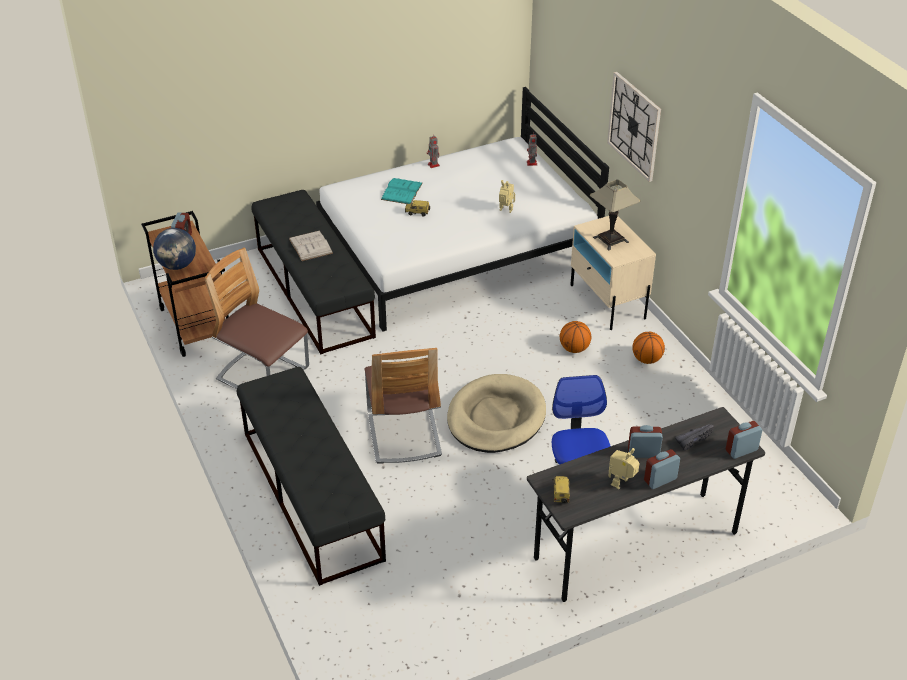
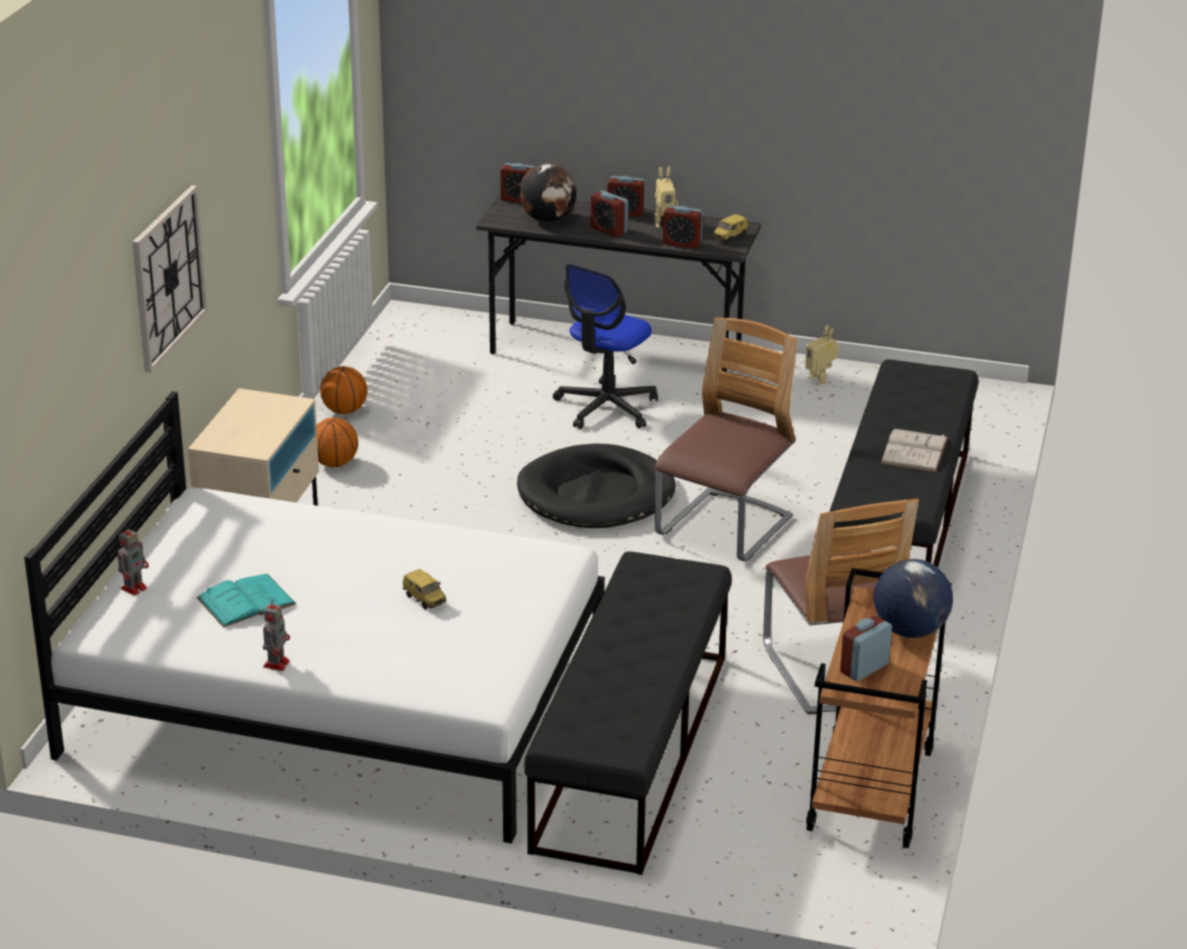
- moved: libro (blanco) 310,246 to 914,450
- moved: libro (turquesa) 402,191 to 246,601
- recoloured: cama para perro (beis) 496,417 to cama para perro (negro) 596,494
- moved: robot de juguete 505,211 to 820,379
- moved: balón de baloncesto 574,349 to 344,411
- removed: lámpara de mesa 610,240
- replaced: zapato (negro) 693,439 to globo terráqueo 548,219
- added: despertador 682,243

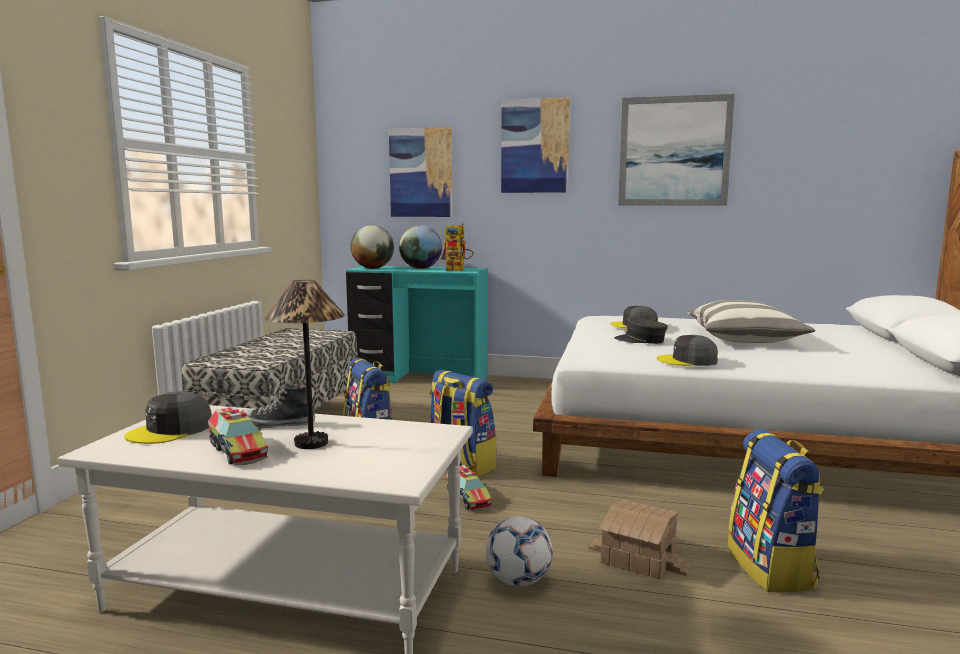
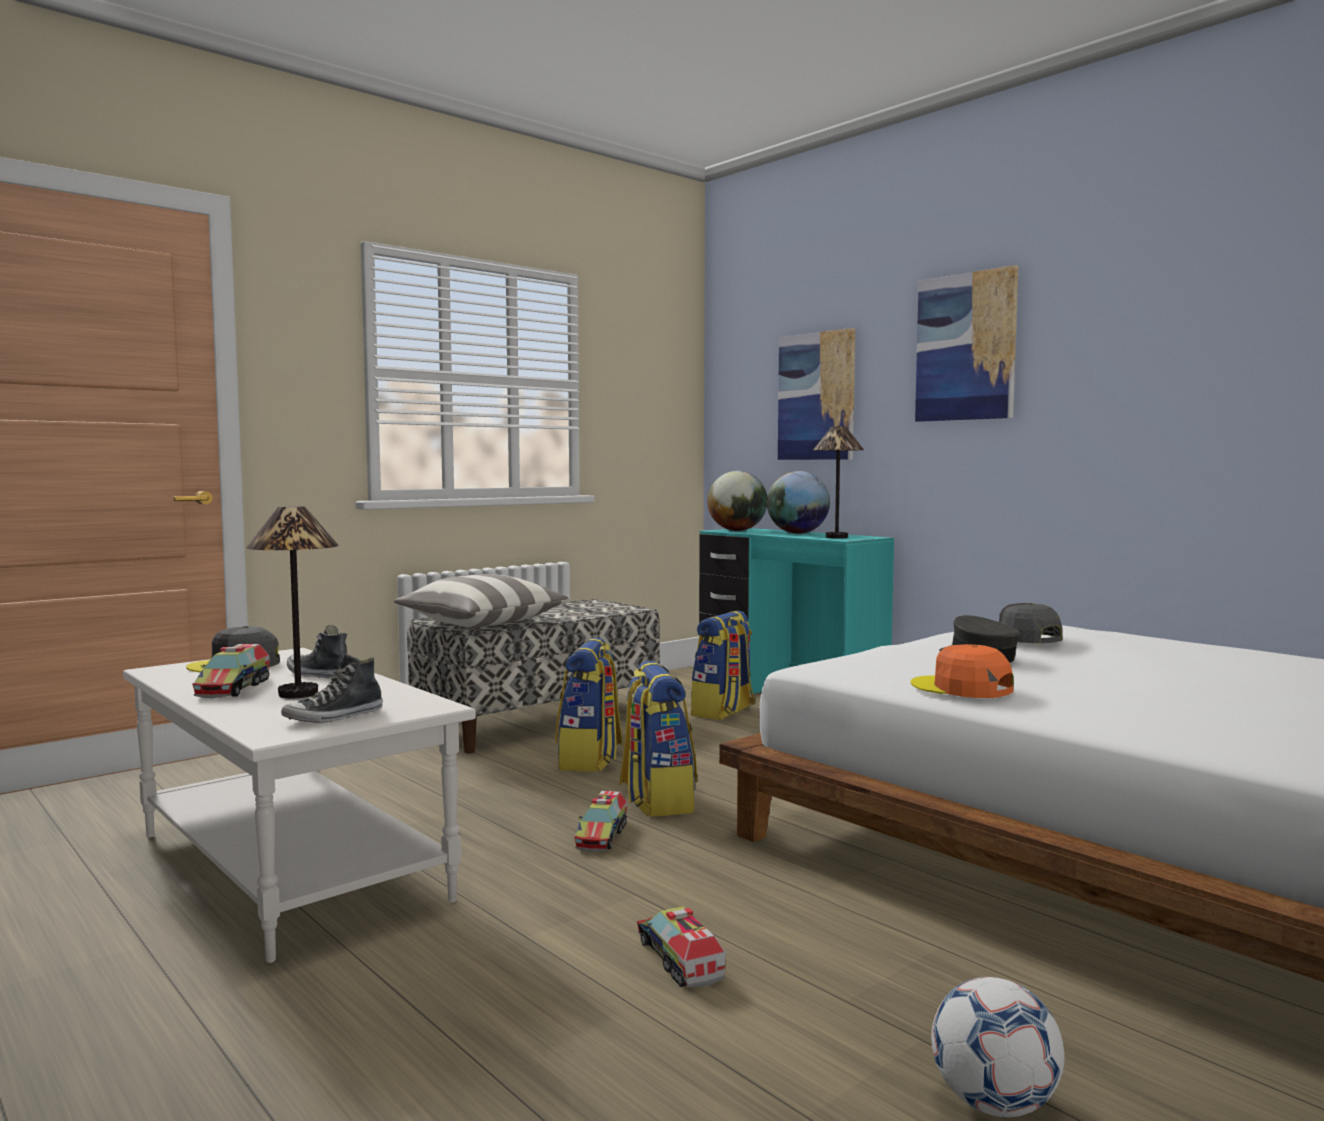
- replaced: robot de juguete 459,270 to lámpara de mesa 837,537
- moved: balón de fútbol 518,581 to 994,1104
- replaced: casita 638,558 to camión de juguete 679,959
- removed: cuadro 674,151
- recoloured: gorra (gris) 688,360 to gorra (naranja) 961,688
- moved: cojín 744,338 to 483,623
- moved: mochila 771,568 to 724,712
- added: zapato 334,717

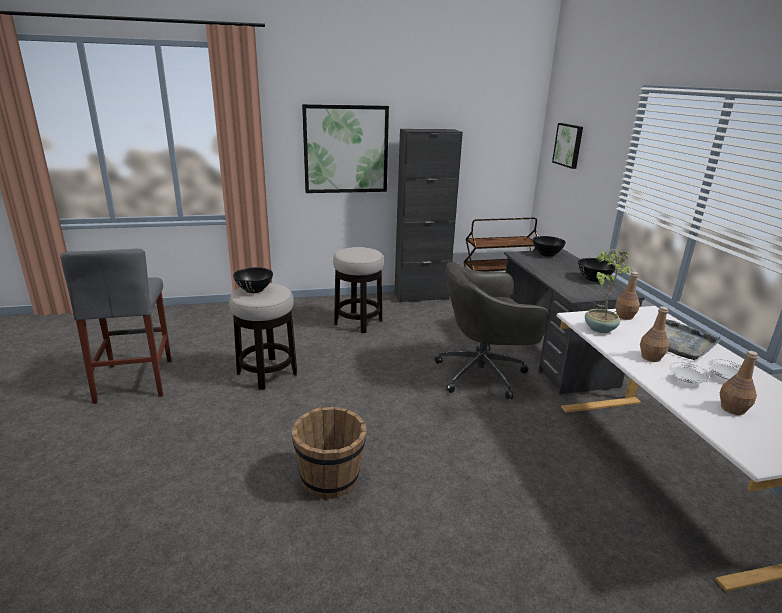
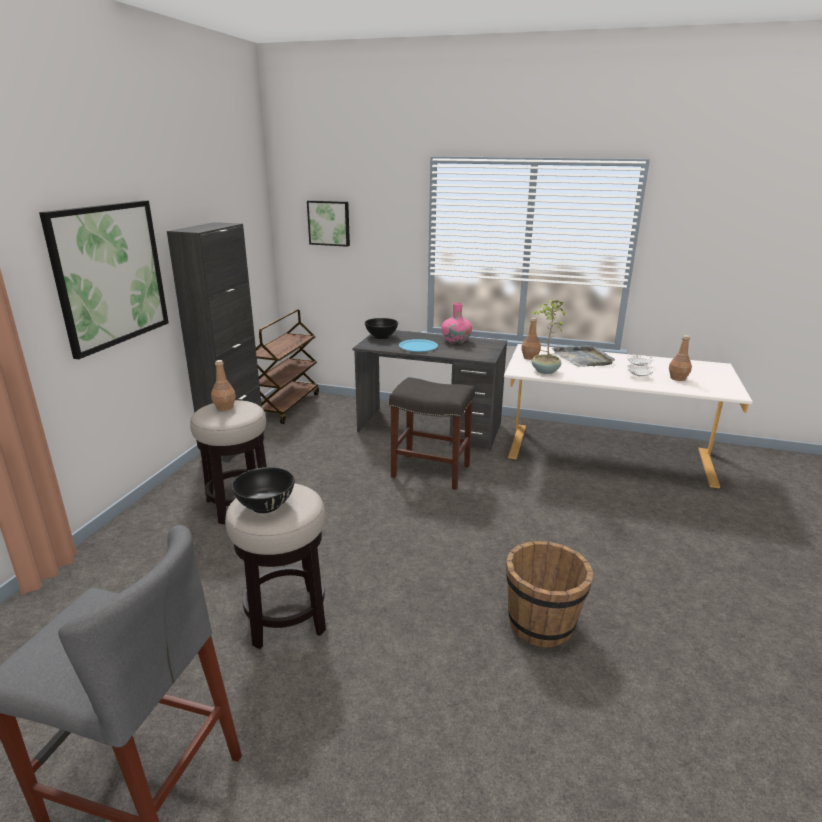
- replaced: silla de oficina (gris) 483,374 to taburete (gris) 429,471
- replaced: cuenco (negro) 594,278 to florero (rosa) 456,341
- moved: botella (marrón) 650,357 to 225,407
- added: plato (azul) 418,346

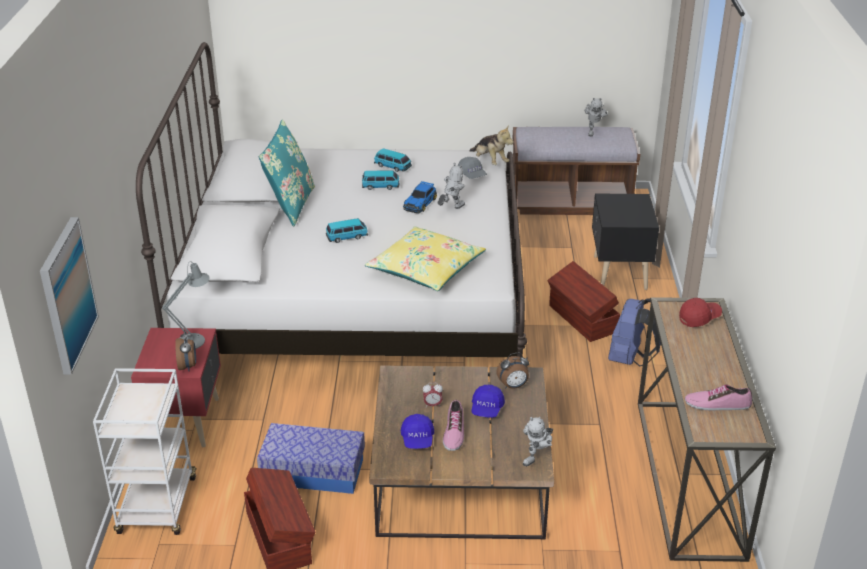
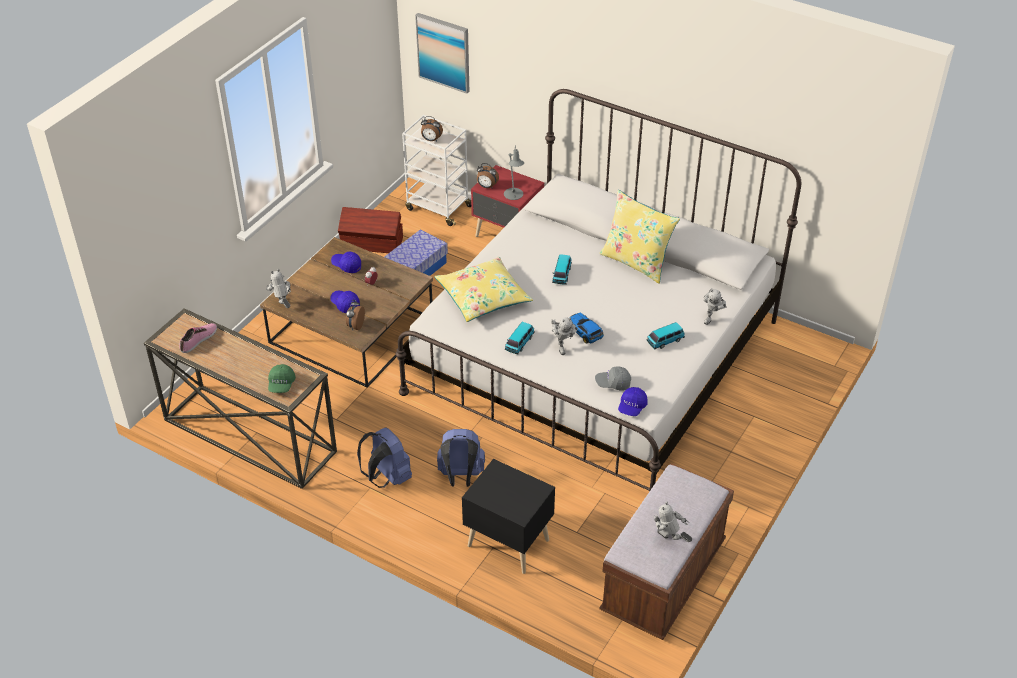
- recoloured: cojín (turquesa) 290,205 to cojín (amarillo) 636,262
- moved: coche de juguete 380,186 to 519,343
- removed: zapato 453,432
- replaced: peluche 490,161 to gorra (azul) 632,407
- replaced: caja de almacenaje (marrón) 582,319 to mochila (azul) 461,477
- recoloured: gorra (rojo) 699,318 to gorra (verde) 281,384
- added: despertador 431,140
- added: robot de juguete 712,317

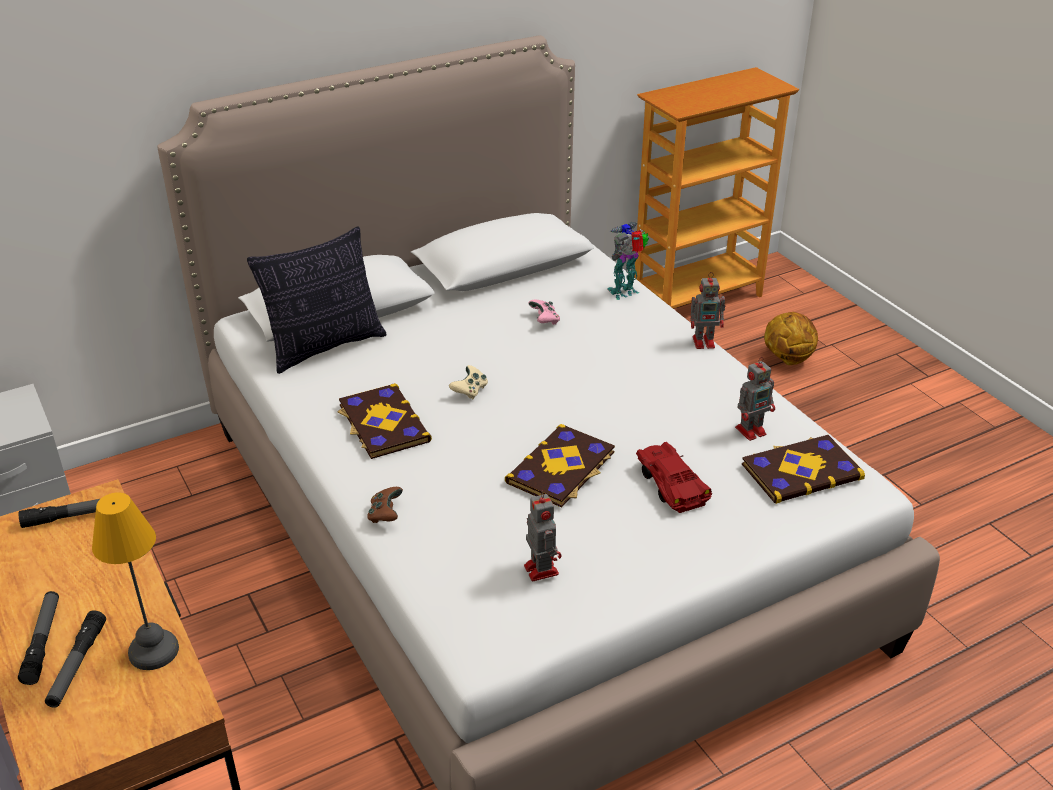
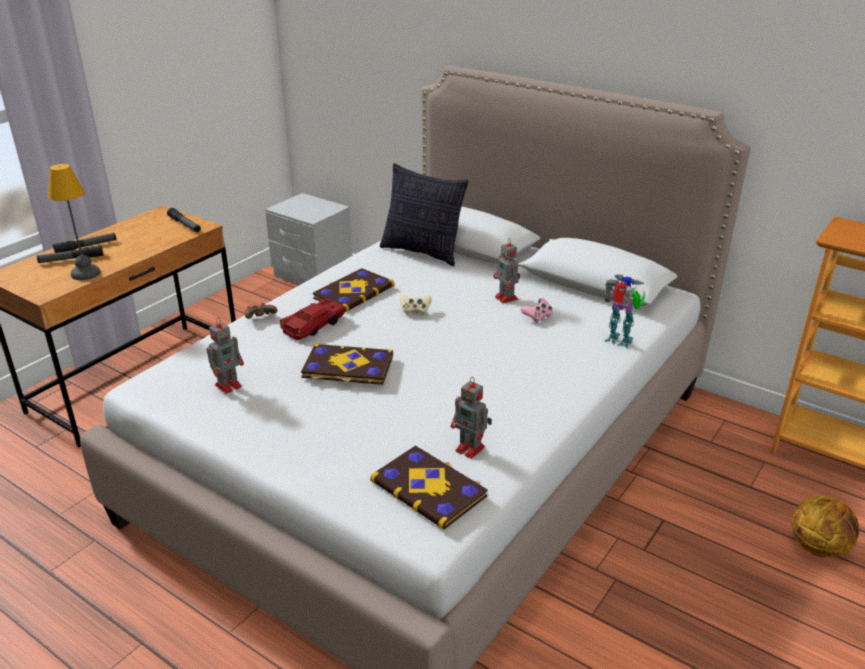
- moved: coche de juguete (rojo) 670,484 to 315,326
- moved: robot de juguete 705,342 to 507,298

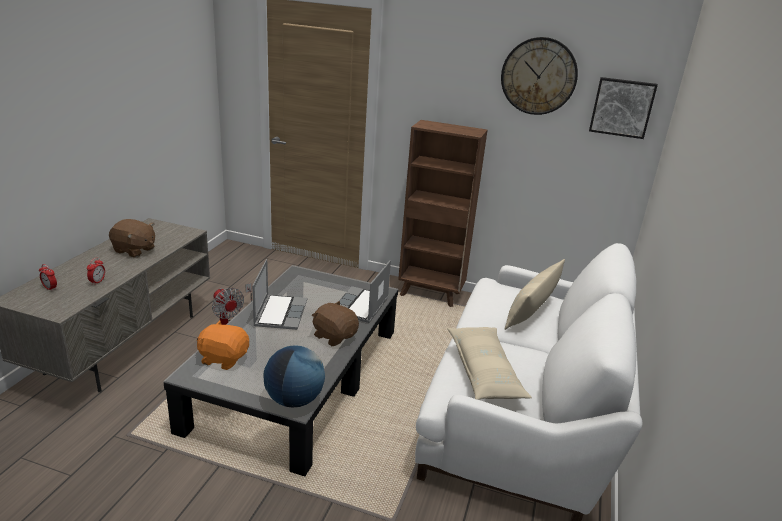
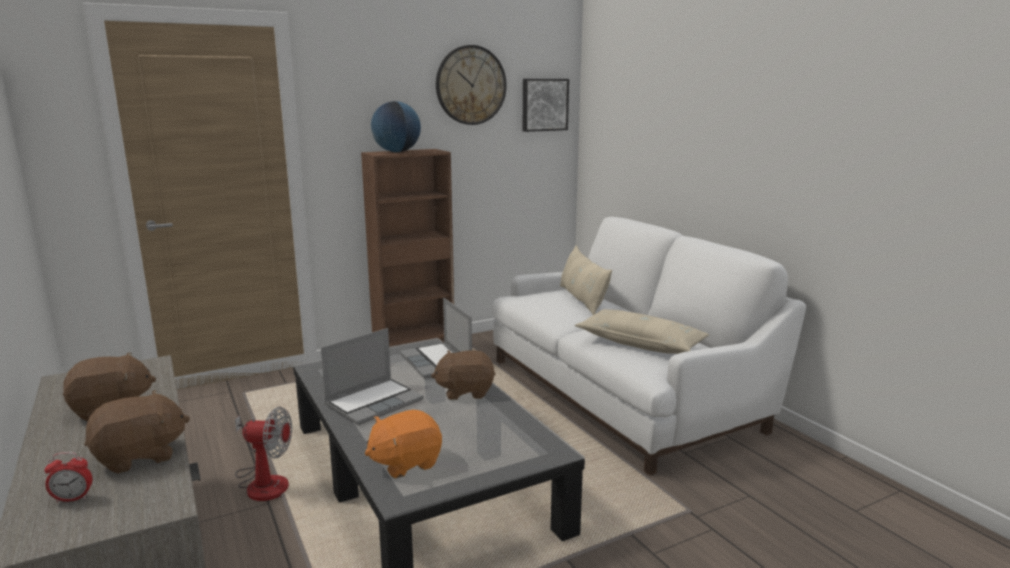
- replaced: despertador 97,282 to peluche (marrón) 140,456
- turned: portátil 280,313 = 374,402 90 degrees clockwise
- moved: globo terráqueo 294,400 to 397,152

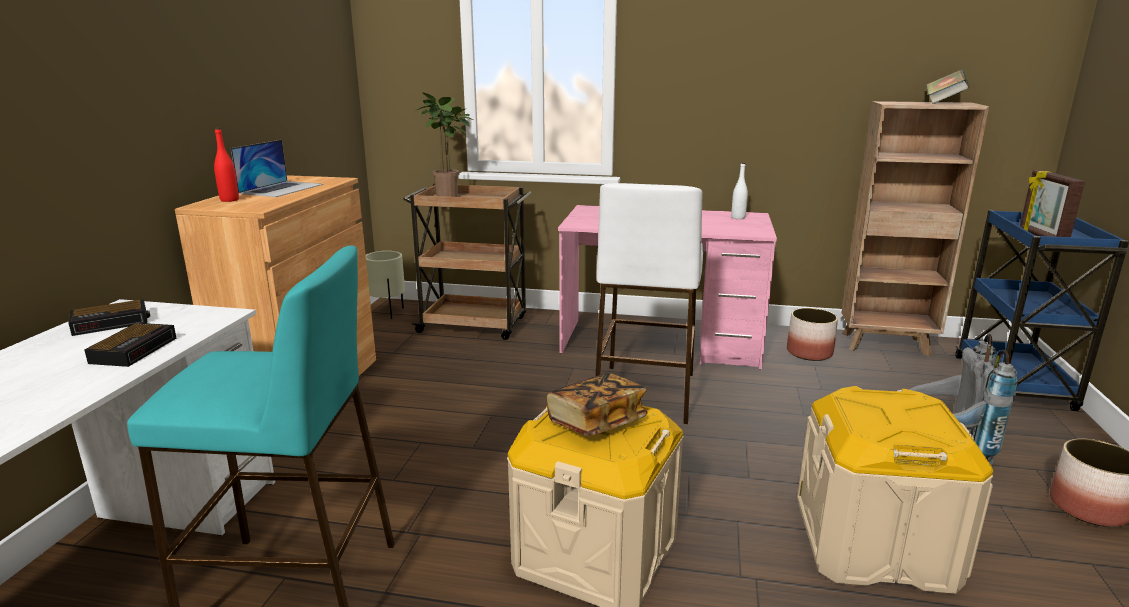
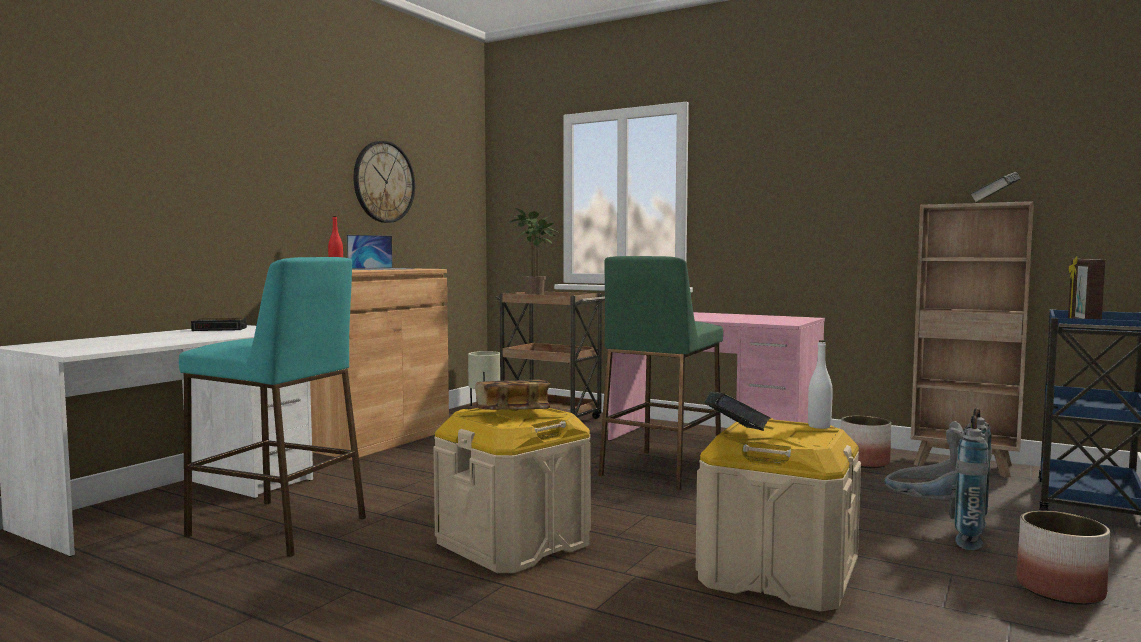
- removed: despertador 135,349
- recoloured: taburete (blanco) 645,393 to taburete (verde) 660,469
- moved: botella (blanco) 738,218 to 819,426
- added: reloj de pared 384,182
- added: libro 735,435

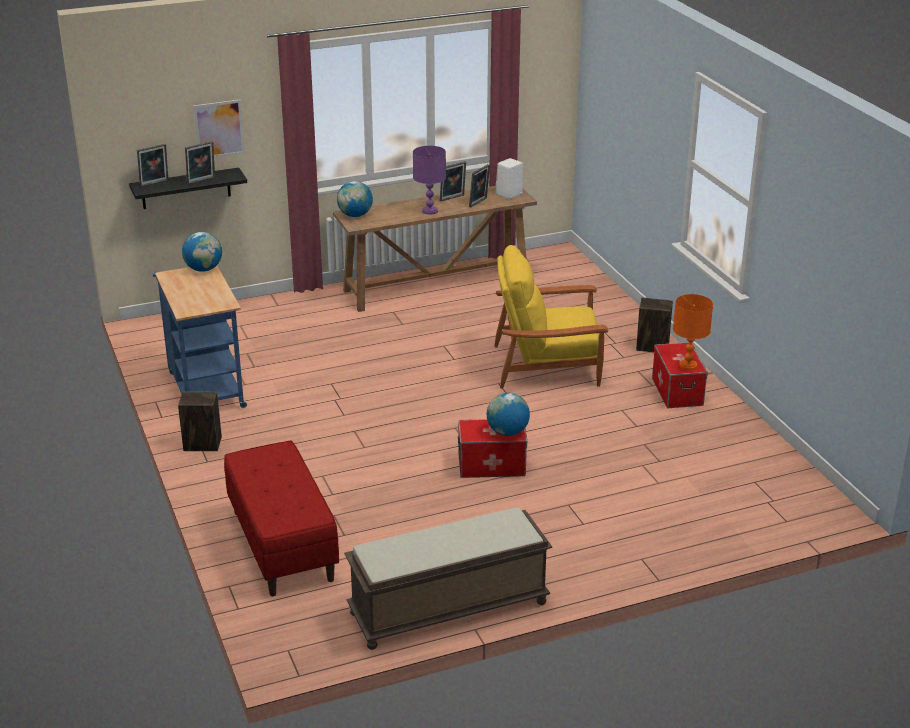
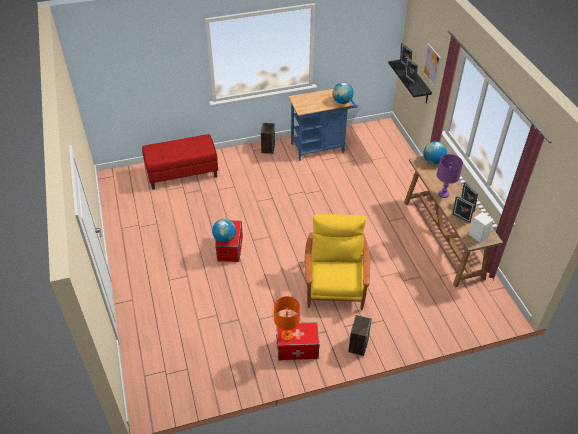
- removed: banco (marrón) 448,609

